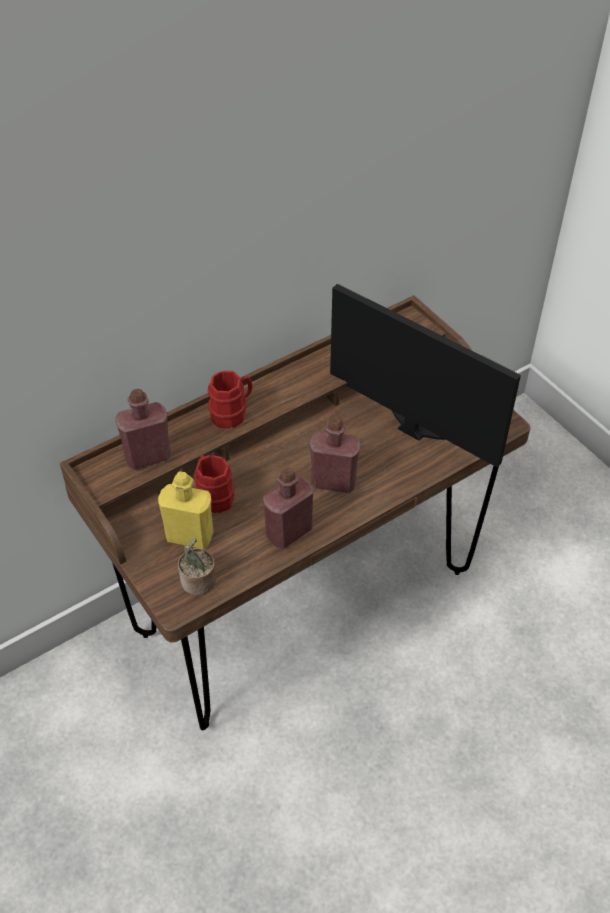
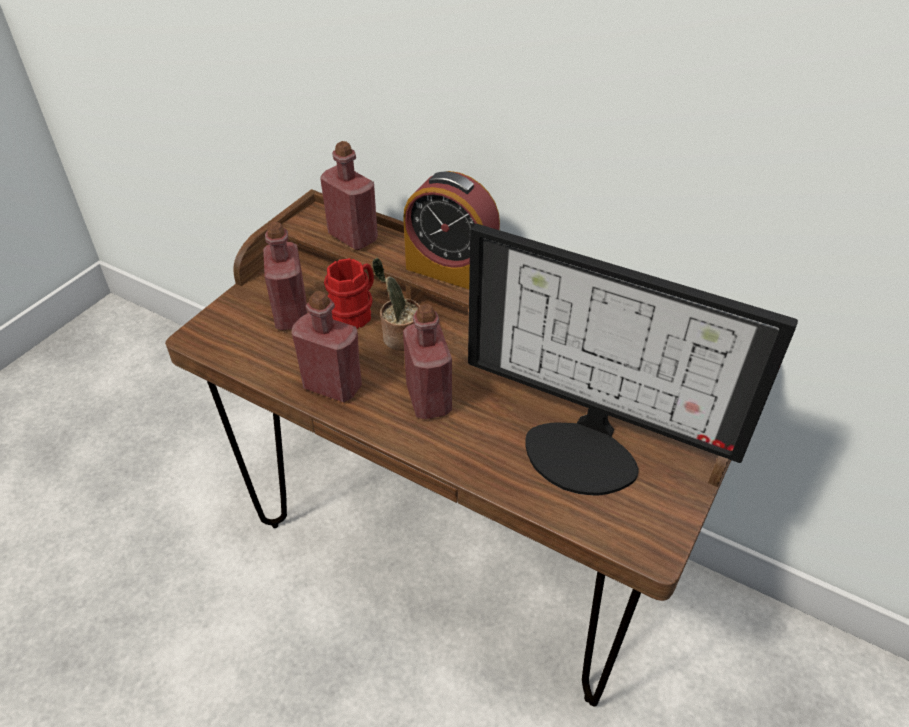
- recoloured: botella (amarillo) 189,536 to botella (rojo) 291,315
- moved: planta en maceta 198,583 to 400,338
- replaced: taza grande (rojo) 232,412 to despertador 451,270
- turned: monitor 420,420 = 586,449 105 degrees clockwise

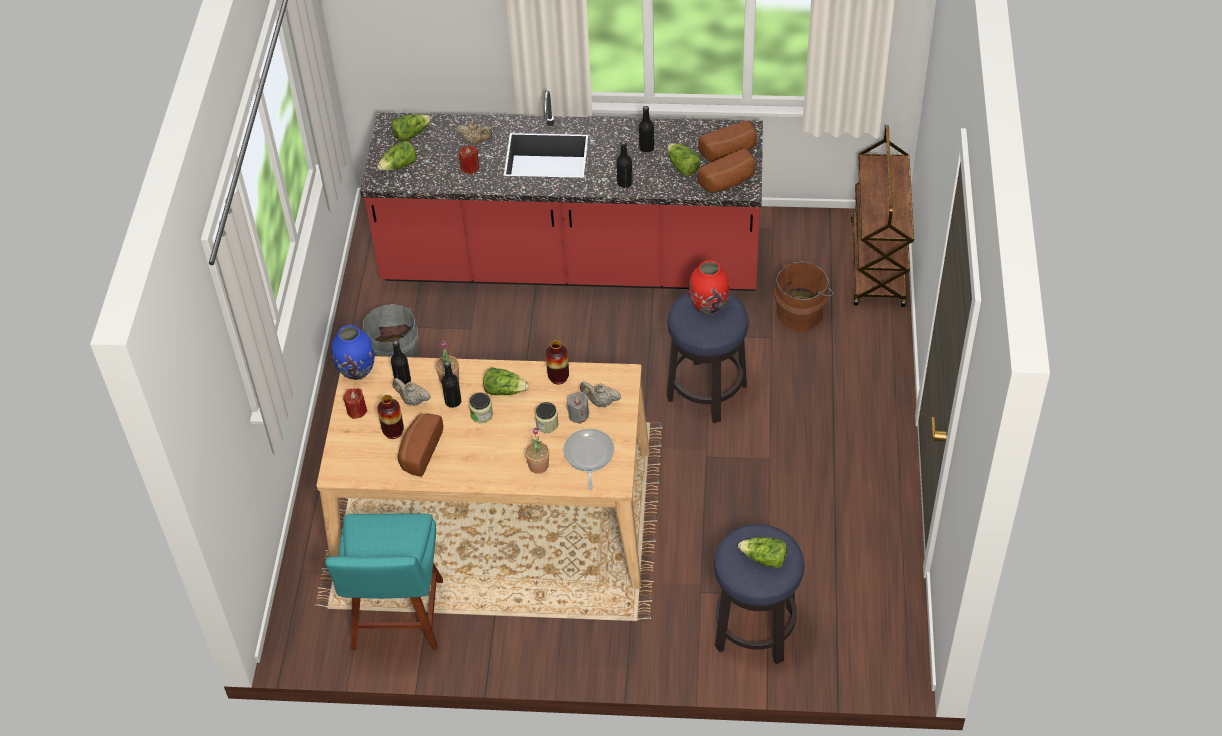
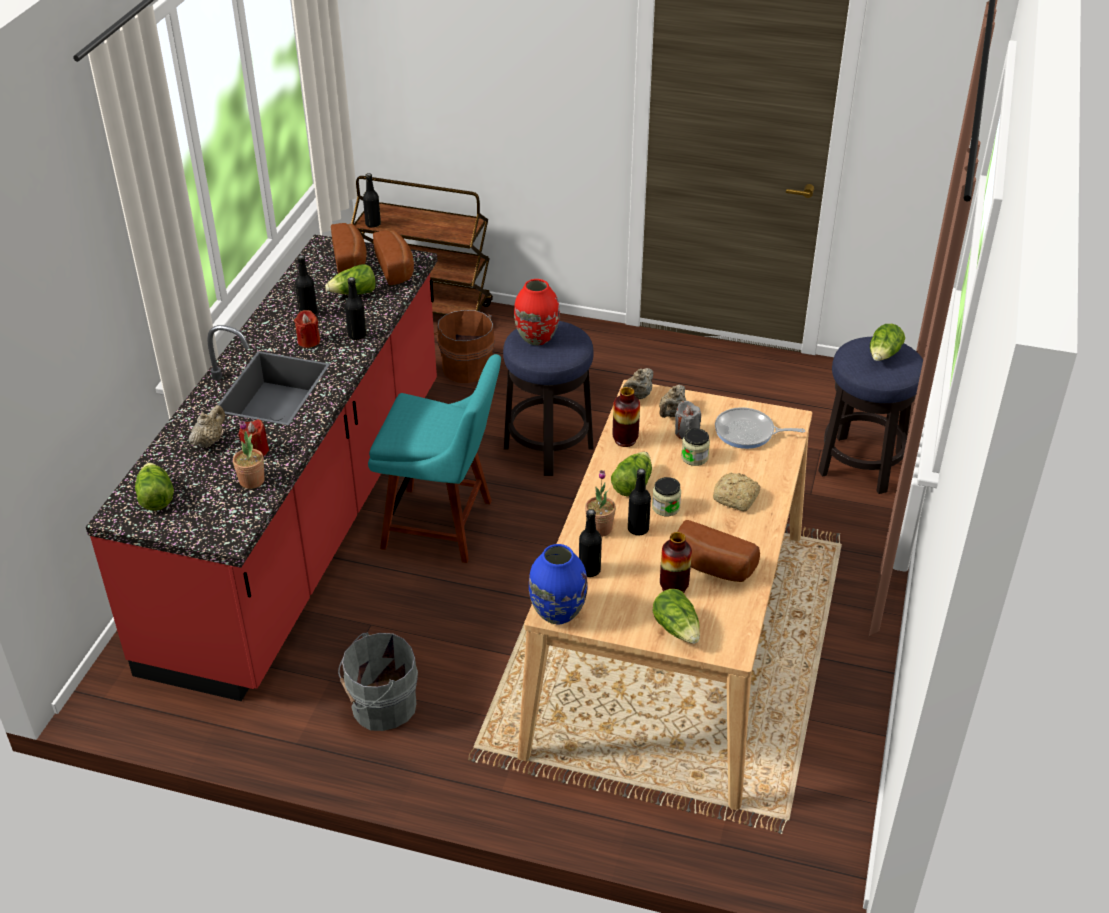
- moved: silla (turquesa) 397,619 to 443,525
- moved: vela (rojo) 357,410 to 308,341
- moved: lechuga 399,166 to 677,629
- moved: tetera (beis) 412,400 to 637,396
- moved: planta en maceta 538,465 to 252,481
- added: botella (negro) 373,224
- added: pan 736,499

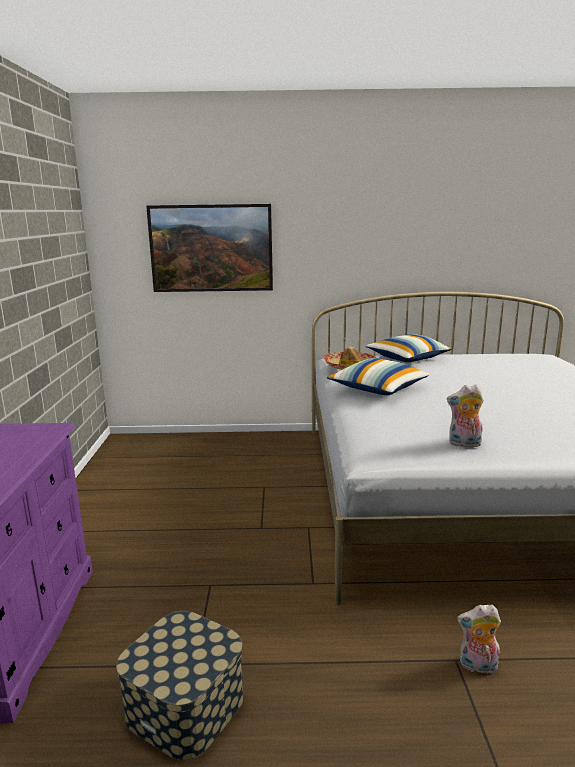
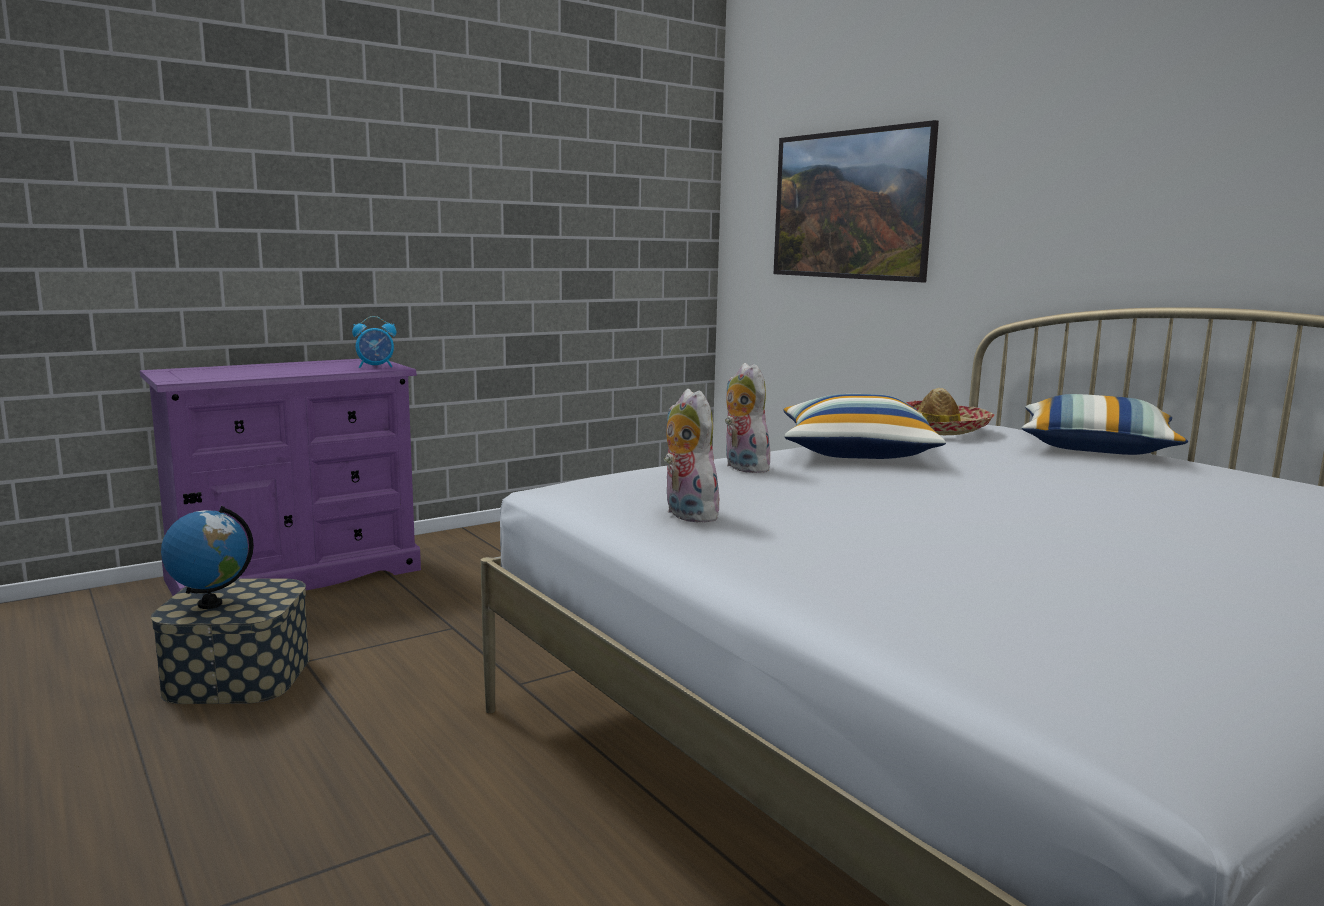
- moved: peluche 477,666 to 742,467
- added: globo terráqueo 210,604
- added: despertador 376,367

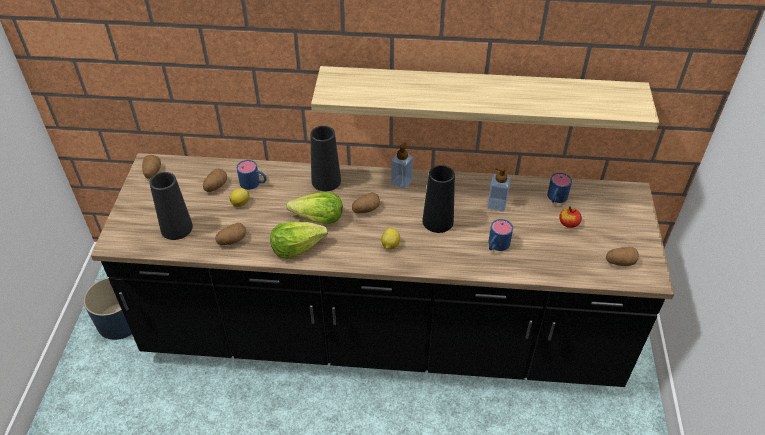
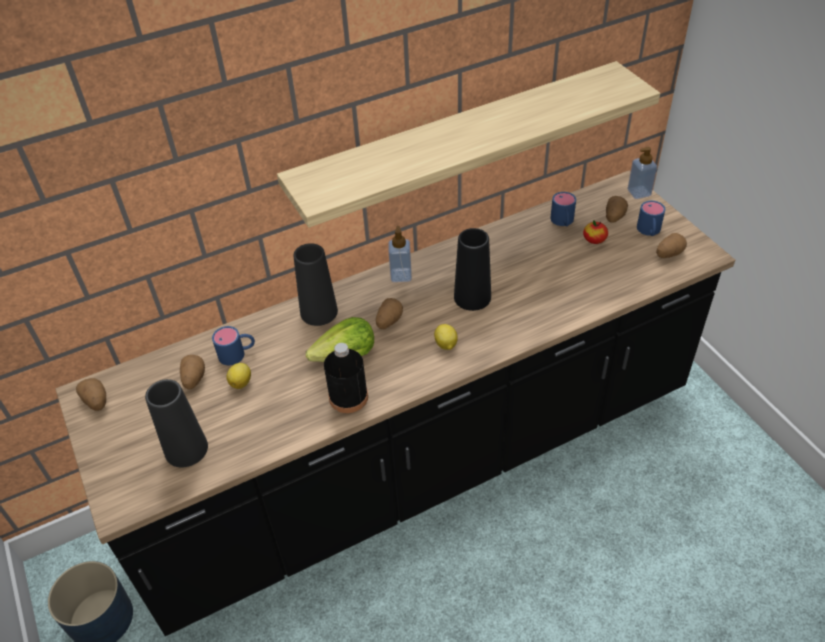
- moved: patata 232,240 to 614,217
- replaced: lechuga 297,247 to botella (negro) 348,397
- moved: dispensador de jabón 497,204 to 639,192
- moved: taza grande (azul) 496,246 to 649,231

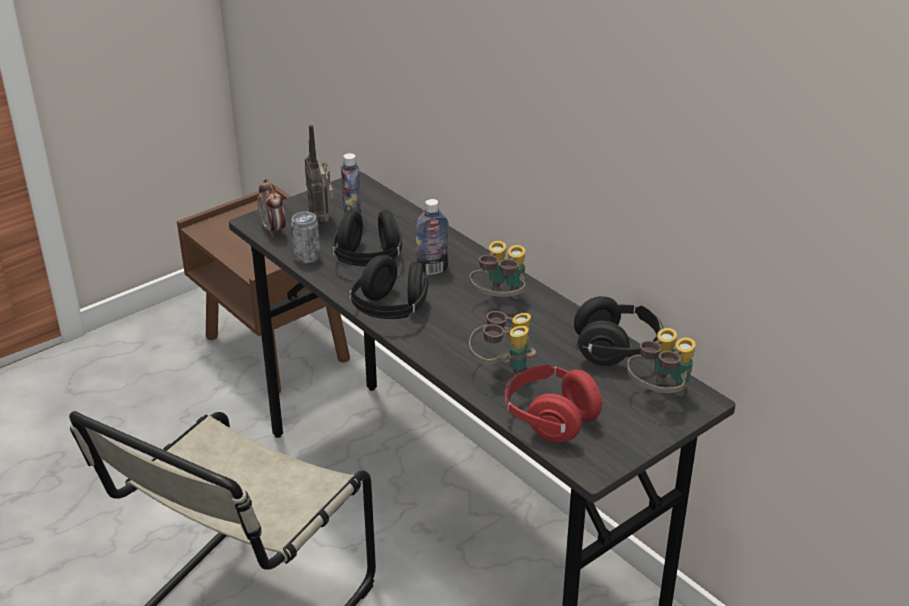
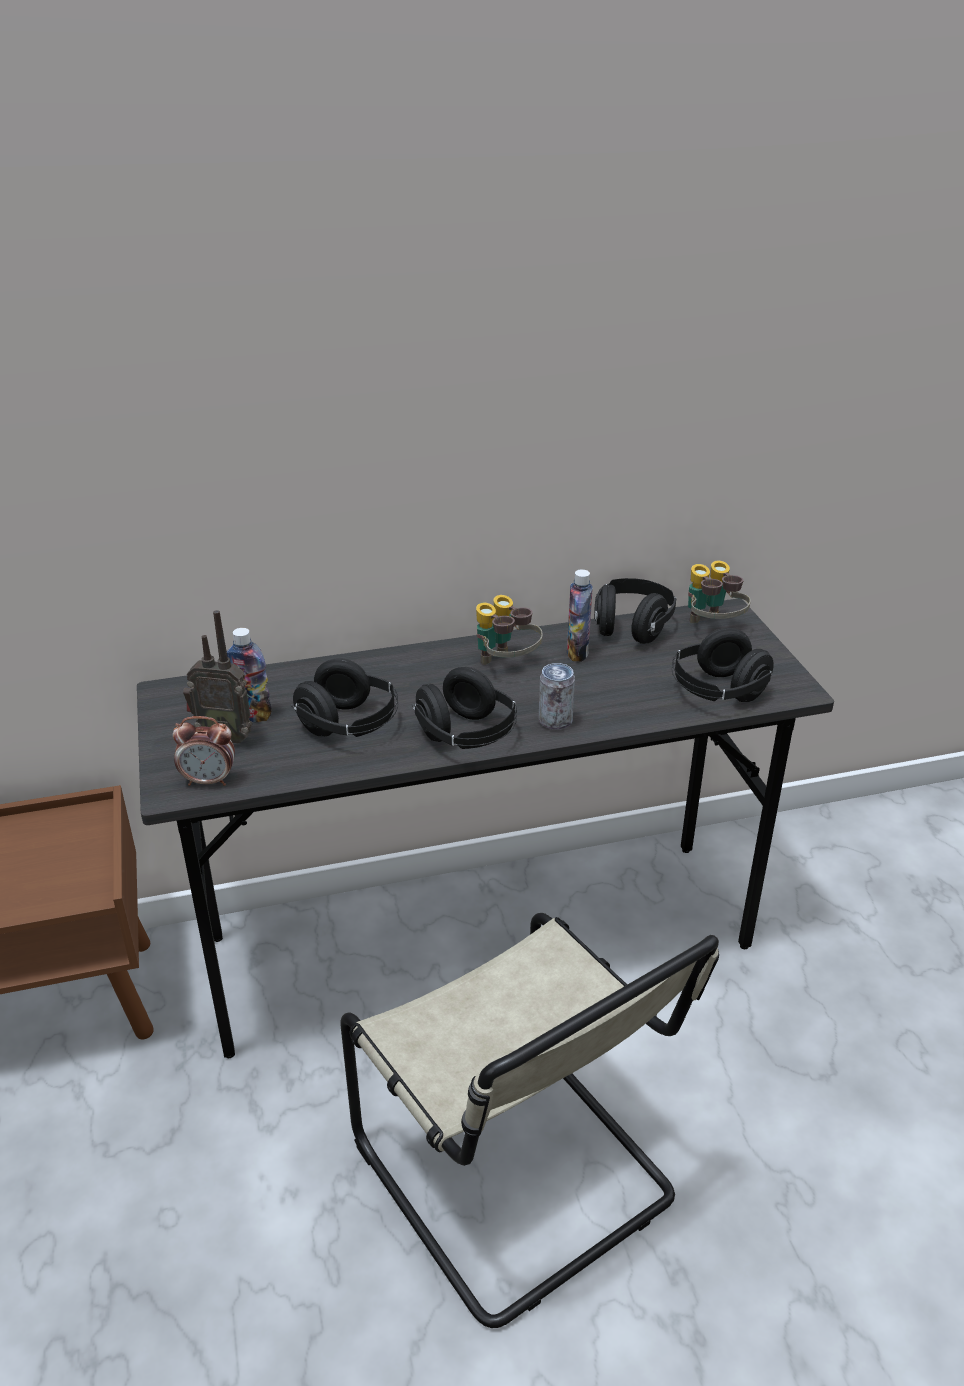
- moved: lata 307,257 to 555,721
- moved: botella 432,270 to 577,652
- removed: prismáticos 502,371
- recoloured: auriculares (rojo) 550,419 to auriculares (negro) 717,692

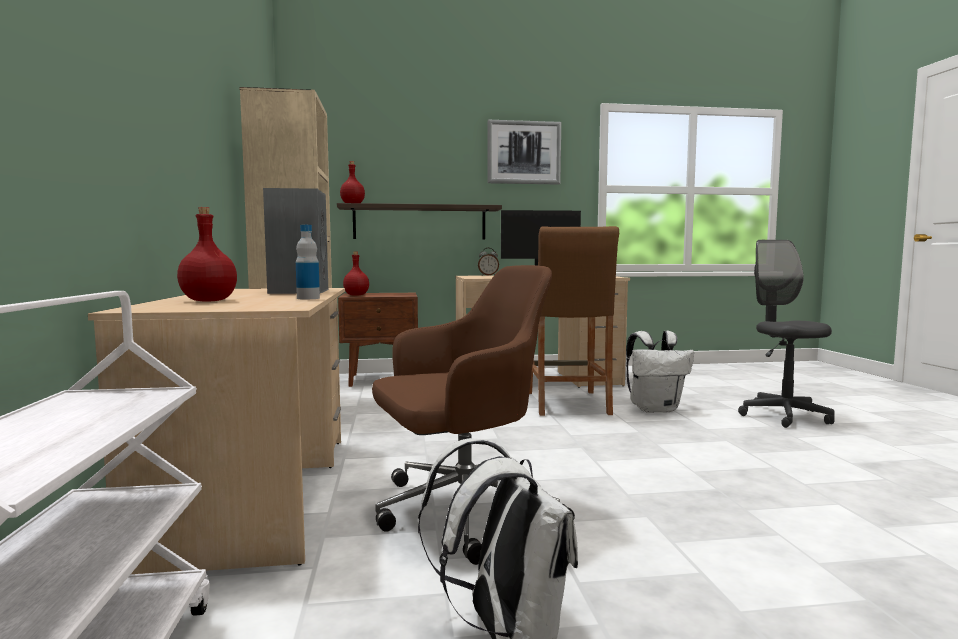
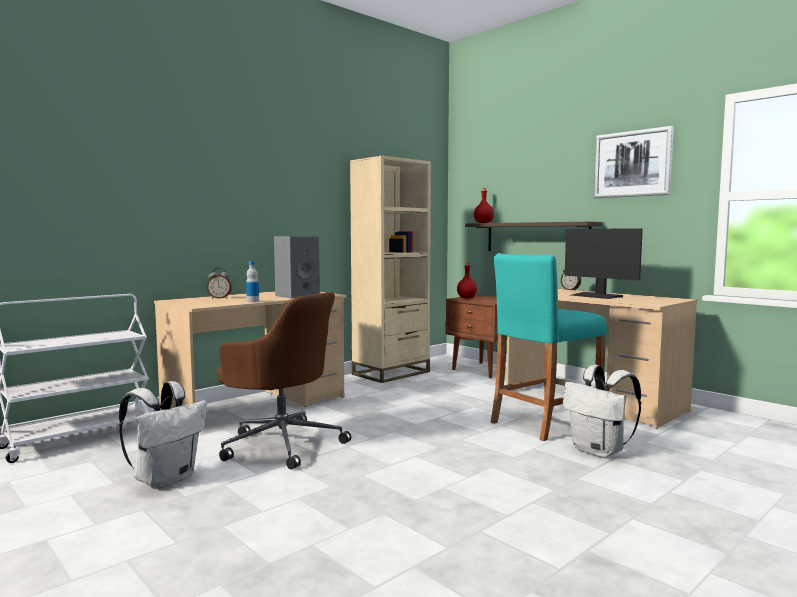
- replaced: botella (rojo) 208,301 to despertador 220,298
- recoloured: taburete (marrón) 566,403 to taburete (turquesa) 545,422
- removed: silla de oficina (gris) 784,416

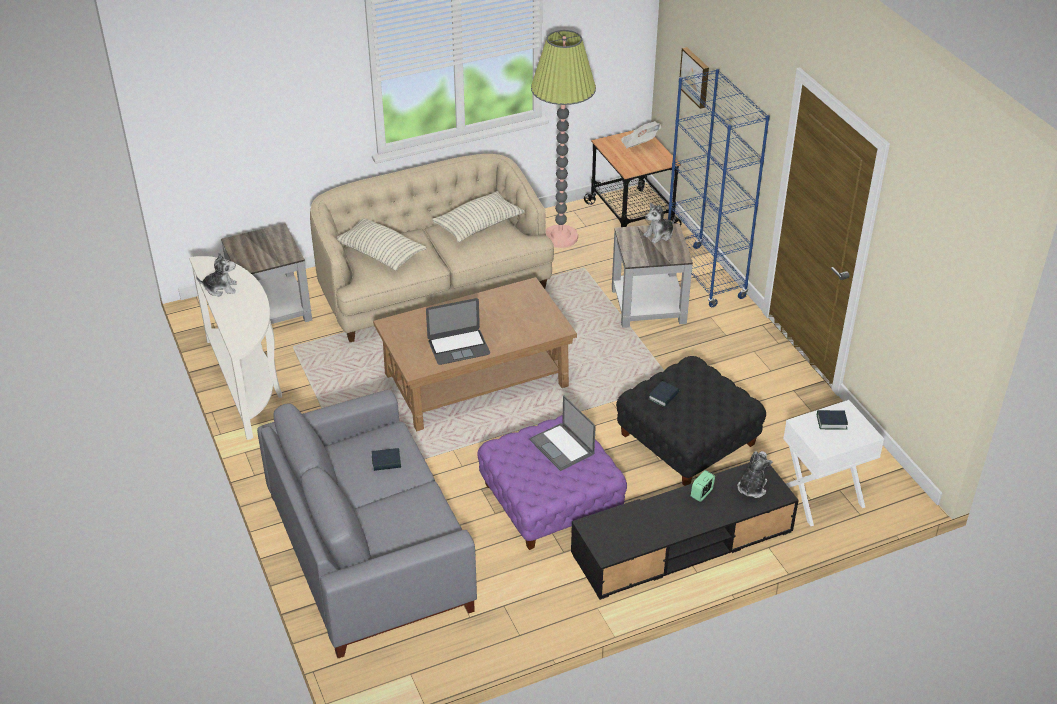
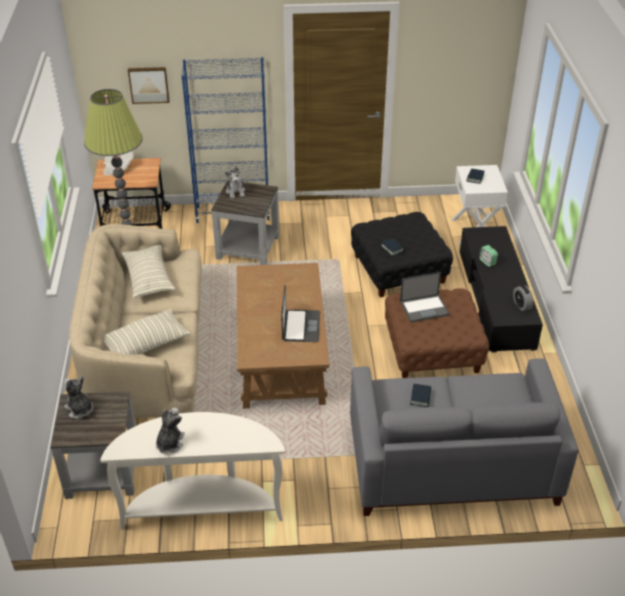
- recoloured: puf (morado) 551,500 to puf (marrón) 432,349
- moved: peluche 751,488 to 80,409
- added: despertador 521,305

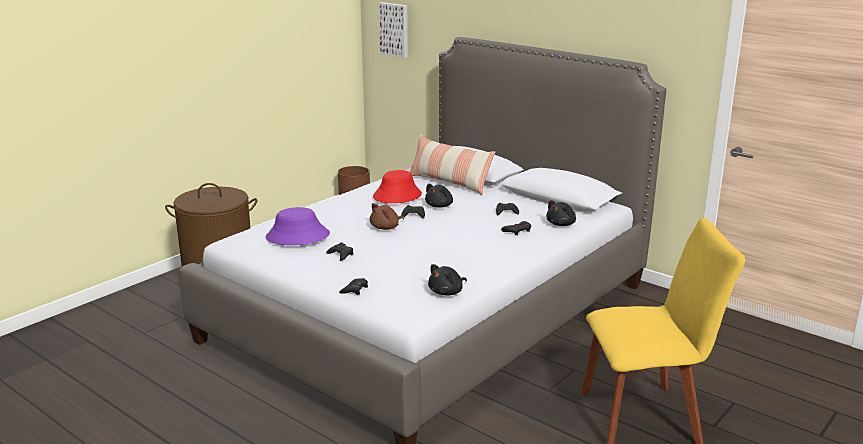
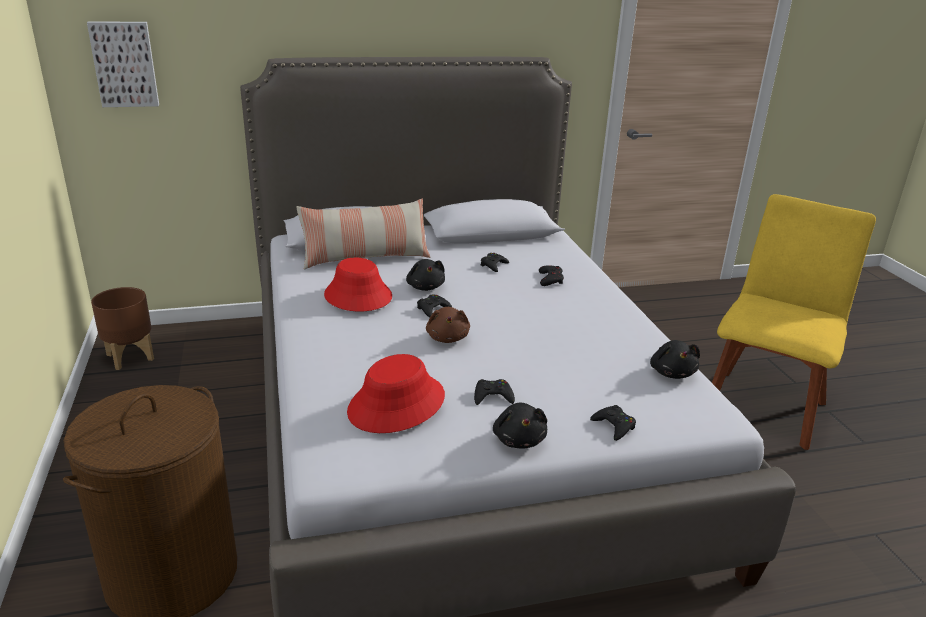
- recoloured: sombrero (morado) 297,236 to sombrero (rojo) 397,404
- moved: peluche (negro) 561,224 to 519,439

